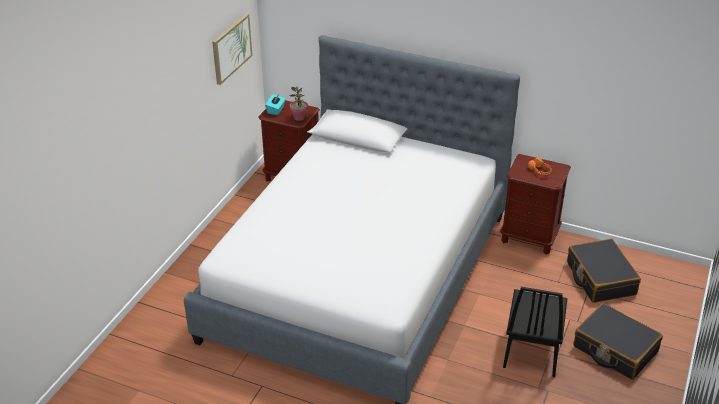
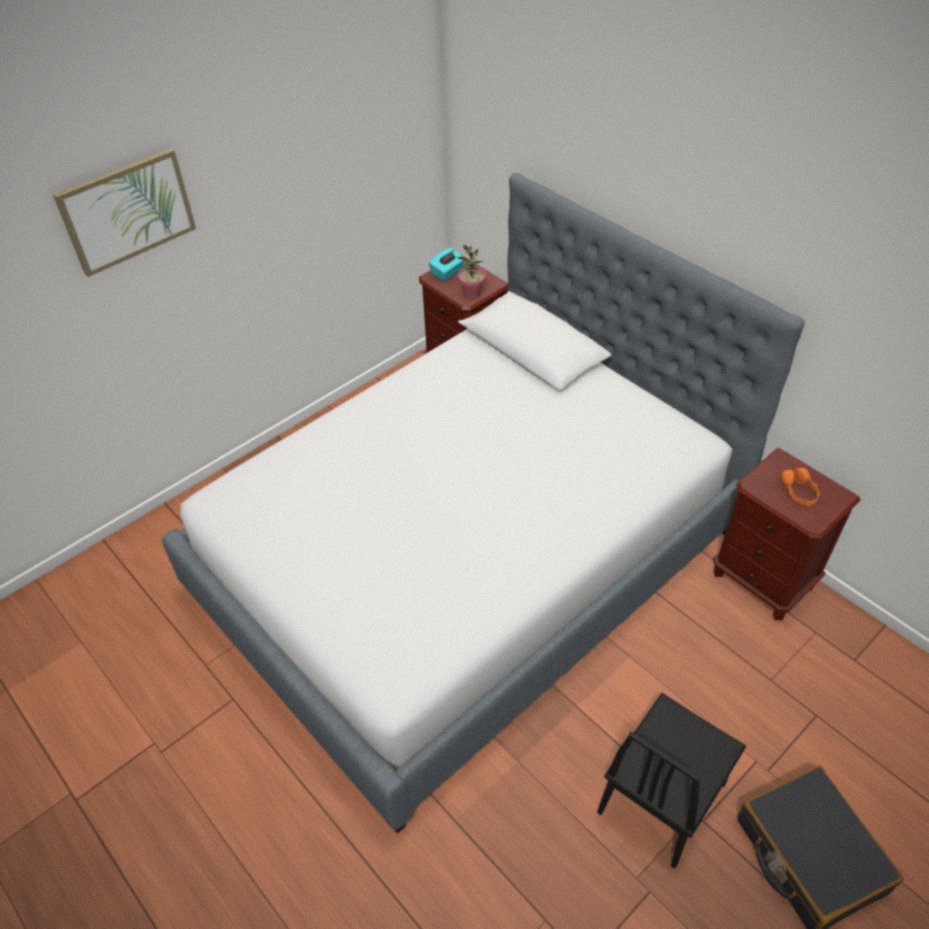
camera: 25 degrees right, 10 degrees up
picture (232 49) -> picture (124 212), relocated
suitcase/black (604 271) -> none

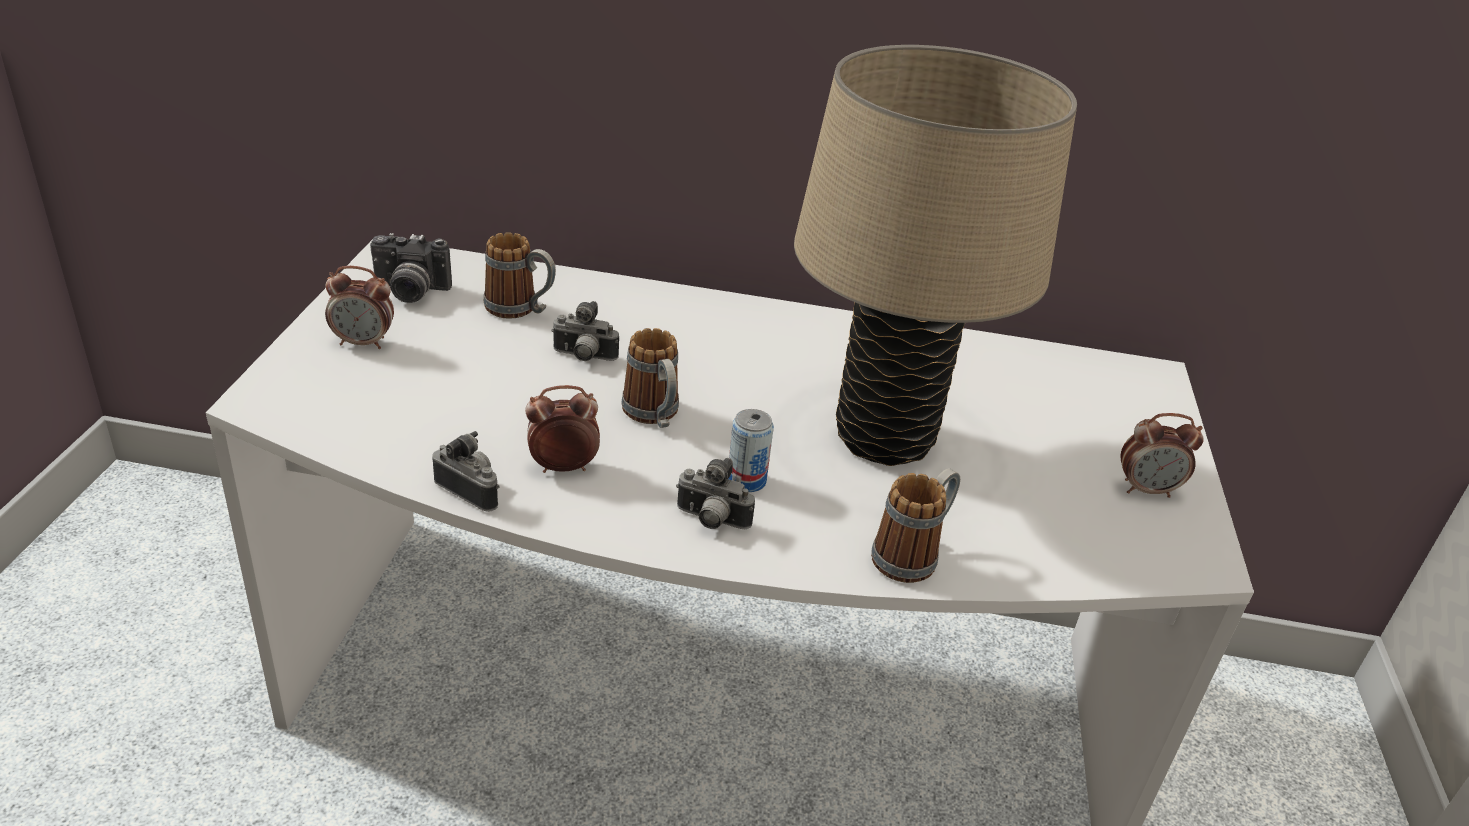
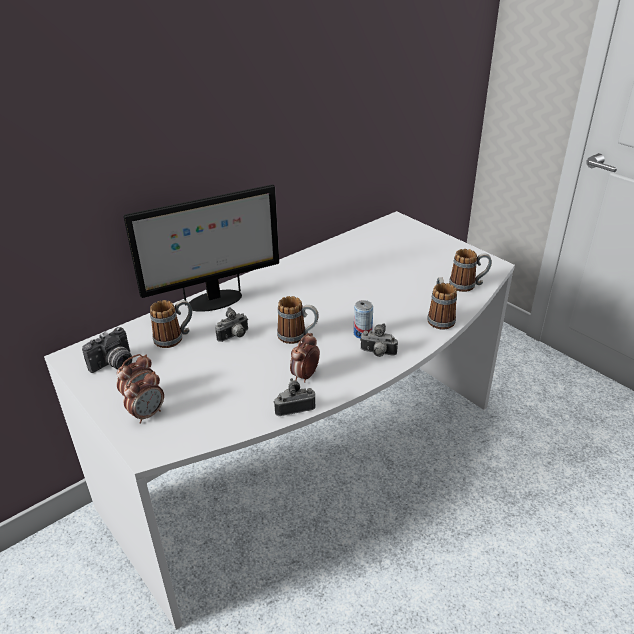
camera: 45 degrees left, 0 degrees up
none -> monitor (201 248)
alarm clock (1162 455) -> alarm clock (144 397), relocated
photo camera (715 493) -> photo camera (379 340), 45 degrees clockwise
none -> mug (470 270)
table lamp/beige (935 255) -> none

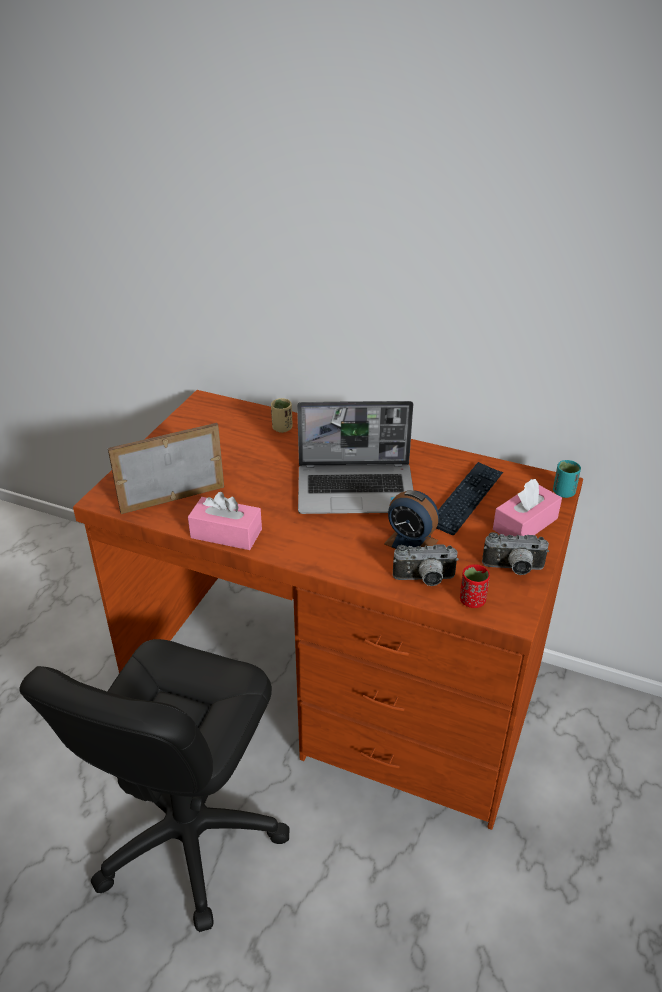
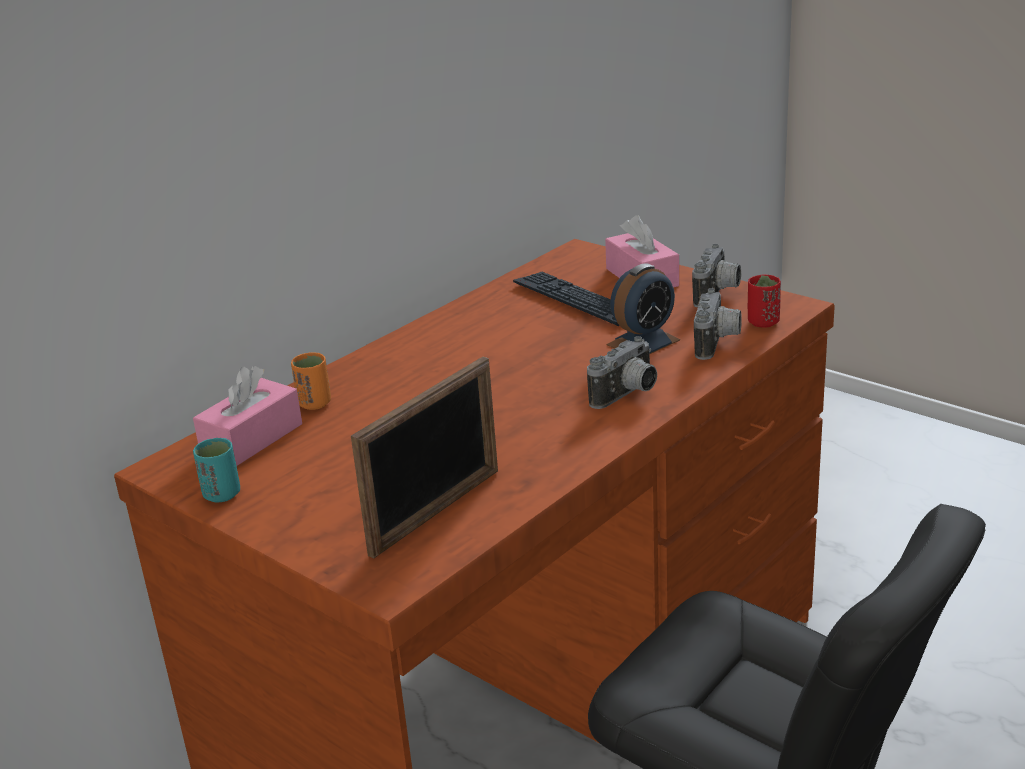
camera: 70 degrees left, 10 degrees down
tissue box/pink (225 521) -> tissue box/pink (247 416), relocated
cup/turquoise (567 479) -> cup/turquoise (216 470), relocated
cup/beige (281 415) -> cup/orange (311 381)
picture frame (166 468) -> picture frame (424 458), 135 degrees counterclockwise
none -> photo camera (622 372)
laptop (355 457) -> none

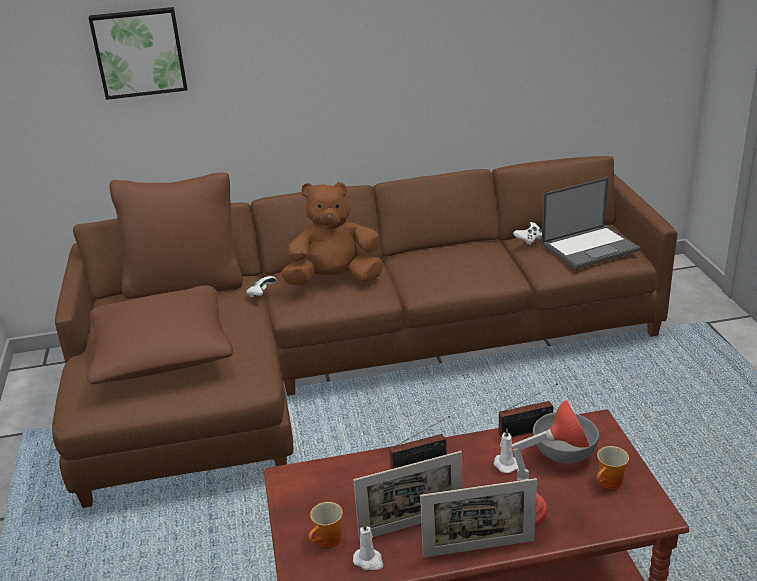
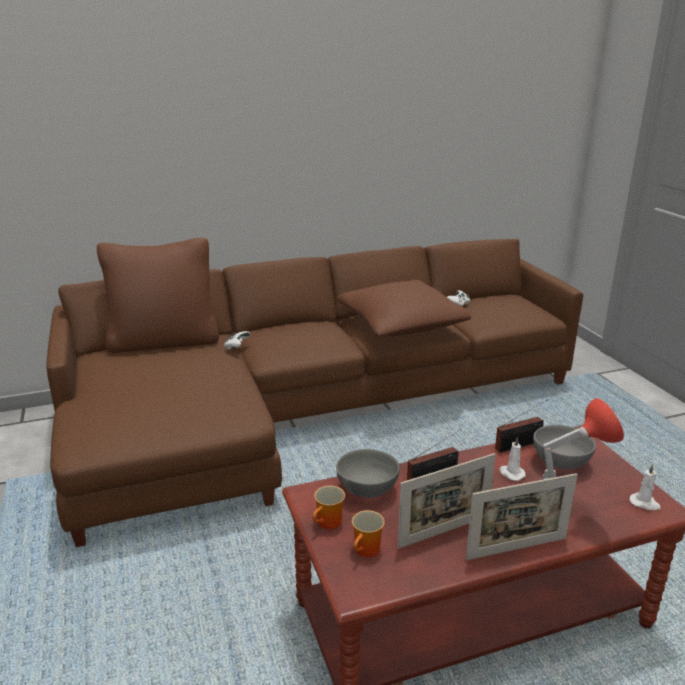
camera: 10 degrees left, 5 degrees down
mug (613 467) -> mug (328 507), relocated
none -> bowl/grey (368 473)
pillow/brown (160 334) -> pillow/brown (404 308), relocated
candle/white (368 545) -> candle/white (645 487), relocated
picture (138 53) -> none
plush toy/brown (332 233) -> none
laptop (591 223) -> none

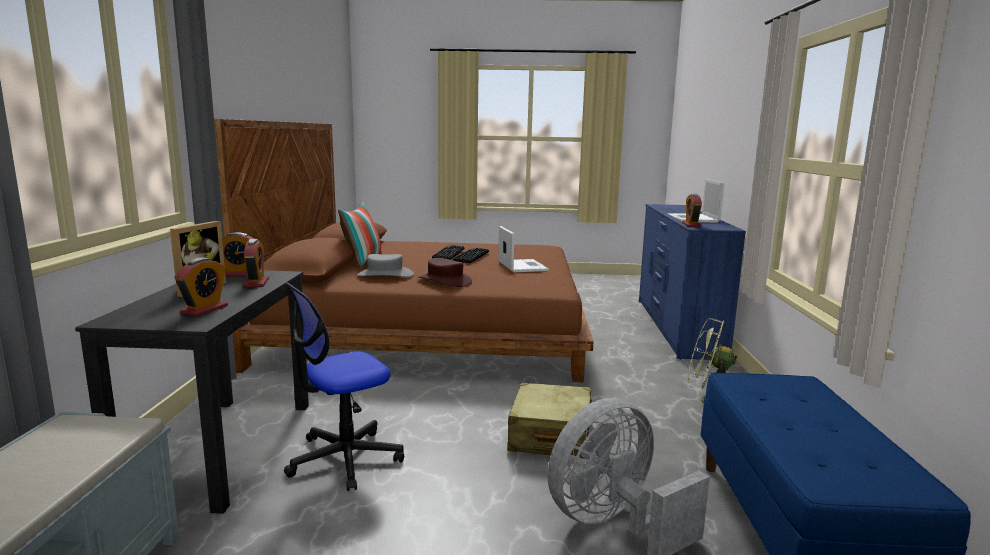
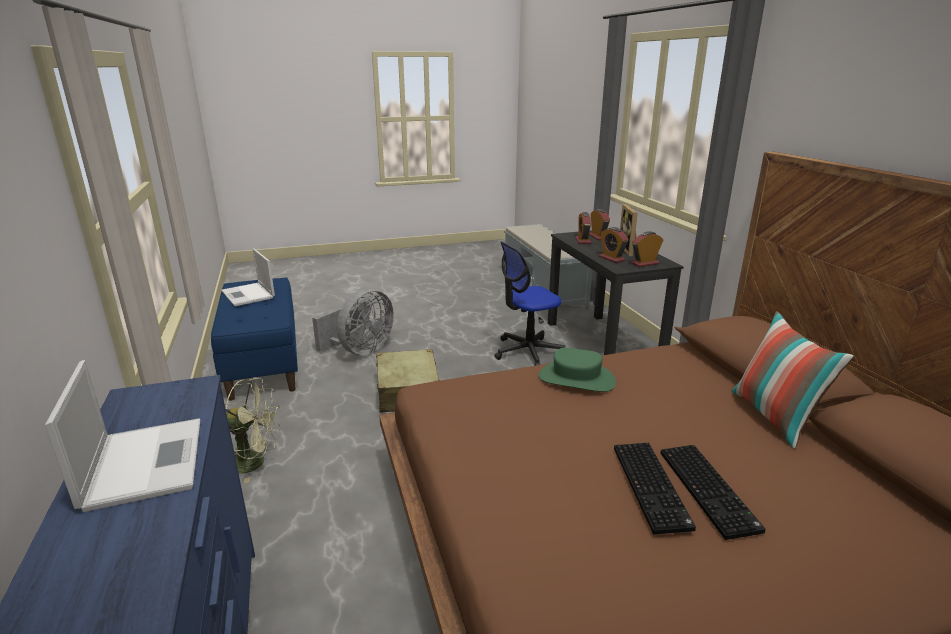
camera: 160 degrees right, 10 degrees up
laptop (523 249) -> laptop (248 277), relocated
office chair (344 386) -> office chair (529 304), 150 degrees counterclockwise
hat/brown (445 272) -> hat/green (577 370)
alarm clock (692 210) -> alarm clock (599 224), relocated
hat/grey (385 265) -> none

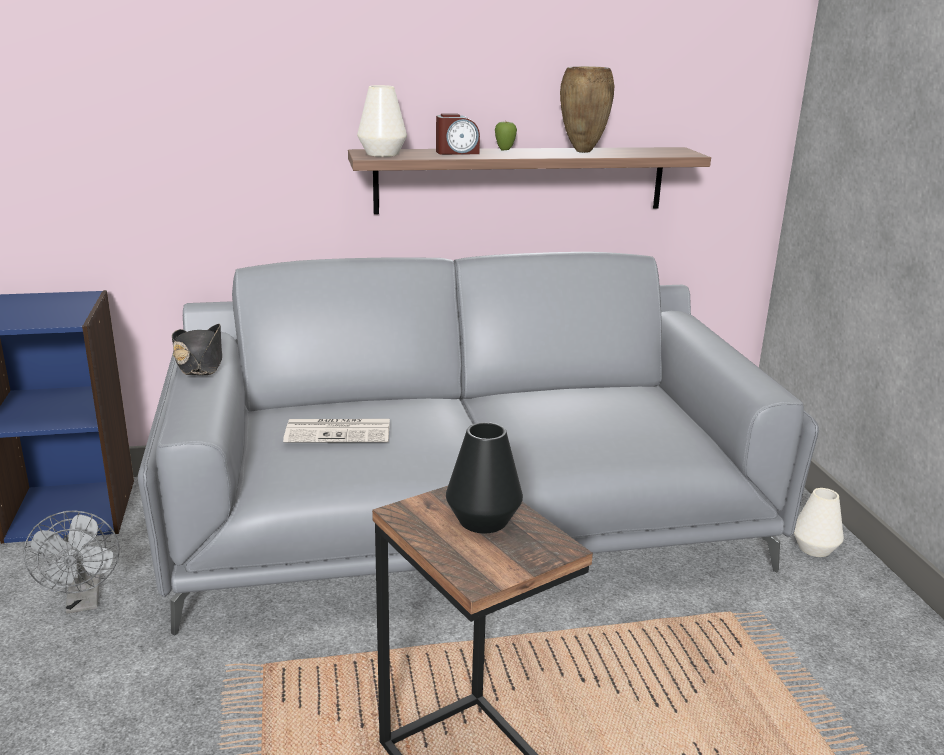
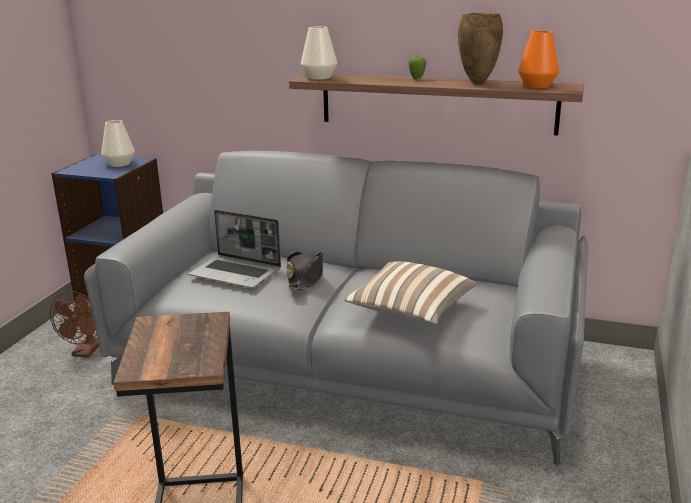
camera: 30 degrees right, 0 degrees up
fan/grey (72 562) -> fan/brown (74 324)
vase/white (819 522) -> vase/white (118 143), relocated
newspaper (336 431) -> laptop (235 249)
hat/black (197 349) -> hat/black (304 271), relocated
none -> pillow (410 293)
none -> vase/orange (538 59)
alarm clock (458 134) -> none
vase/black (484 477) -> none

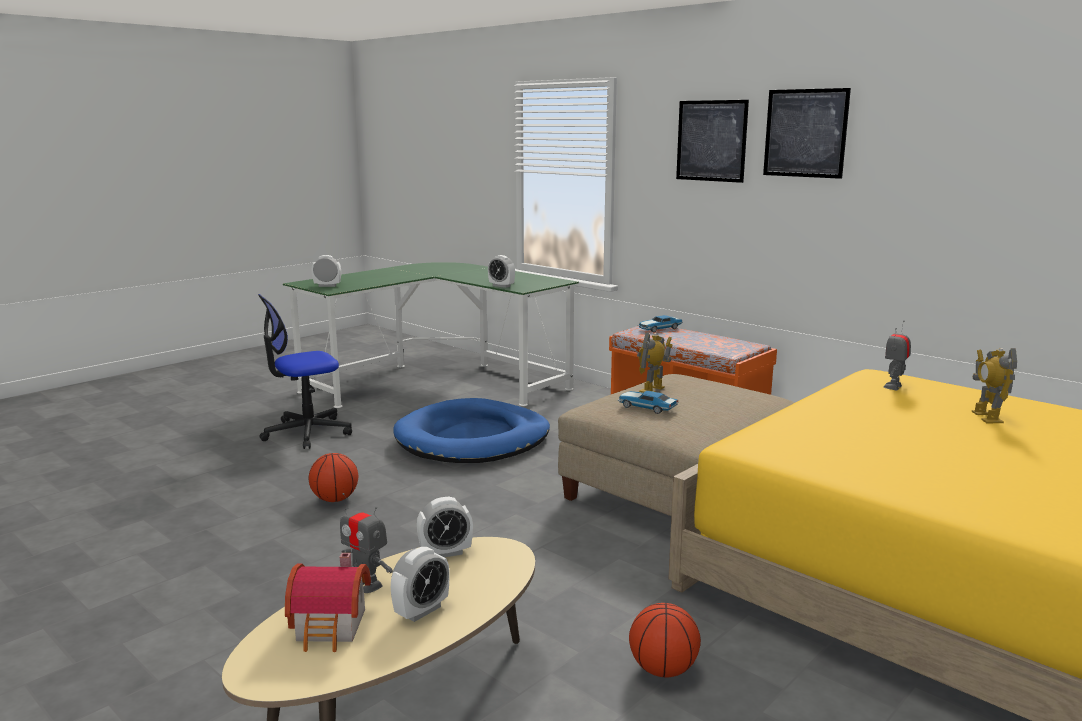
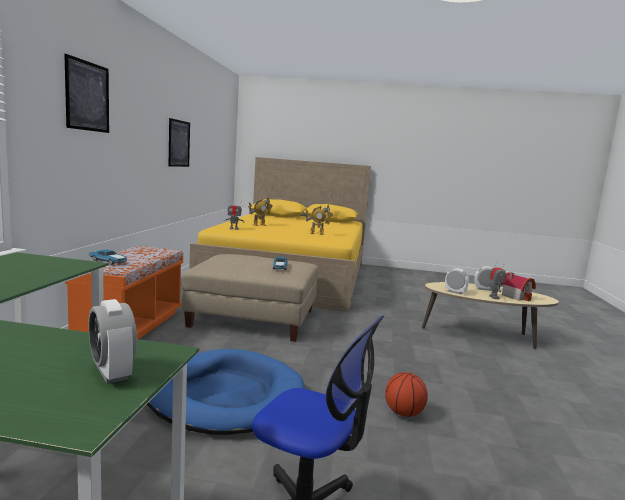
camera: 125 degrees left, 5 degrees down
picture (807 133) -> picture (179 142), relocated
toy robot (654 362) -> toy robot (319 220), relocated
alarm clock (501 271) -> none
basketball (665 640) -> none

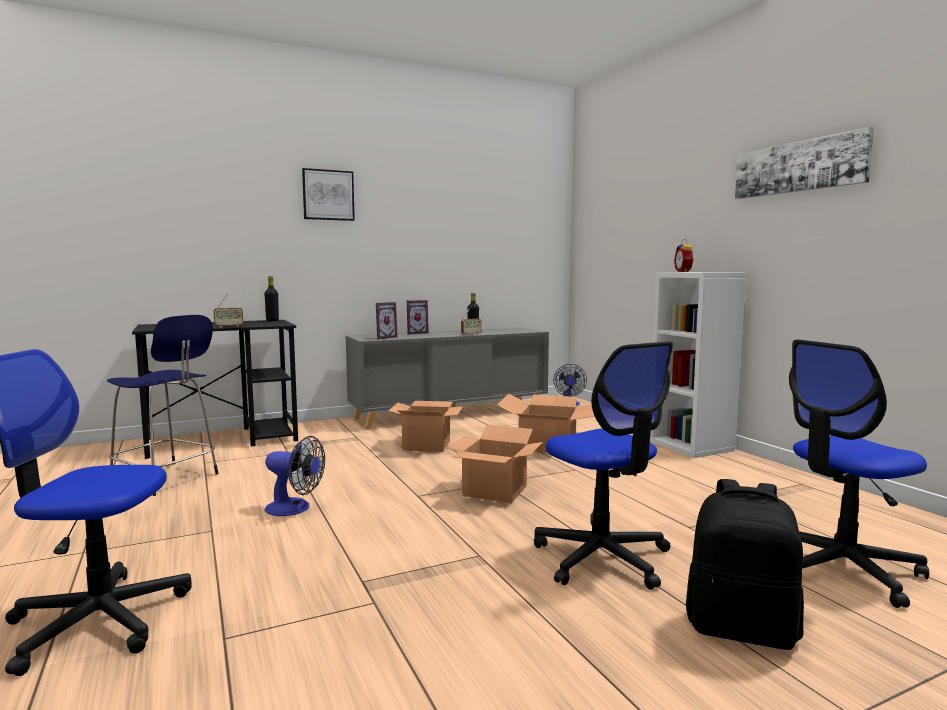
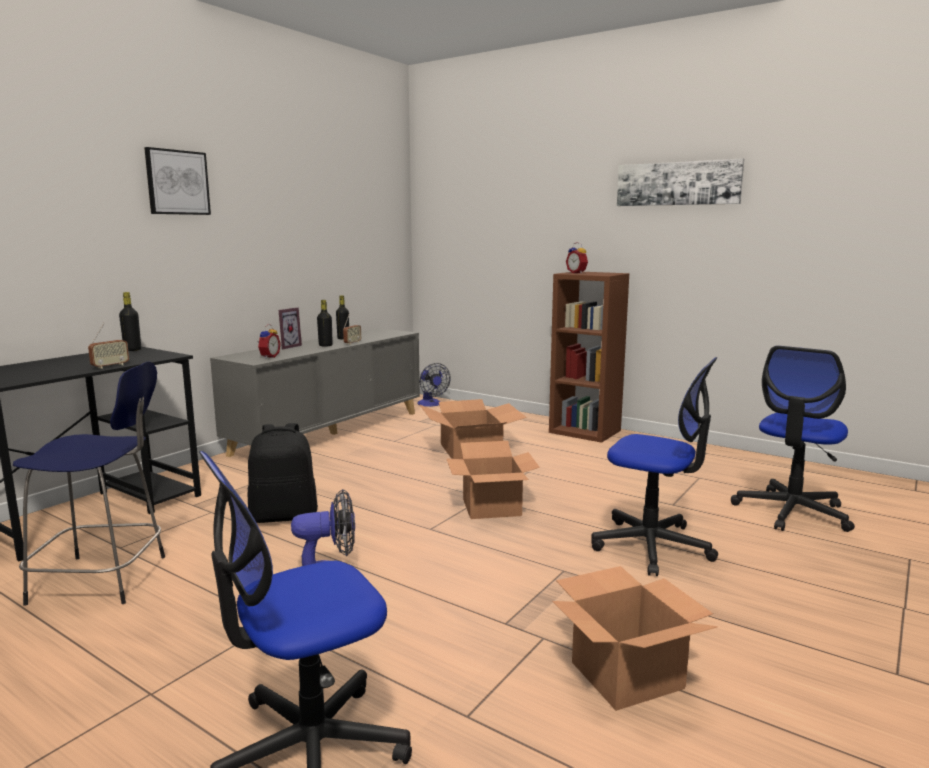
camera: 30 degrees left, 5 degrees up
backpack/black (745 564) -> backpack/black (282 473), relocated
picture frame (387 320) -> alarm clock (269 341)
none -> bottle/black (325 323)
bookcase/white (698 365) -> bookcase/brown (589 357)
cardboard box (425 426) -> cardboard box (635 638), relocated

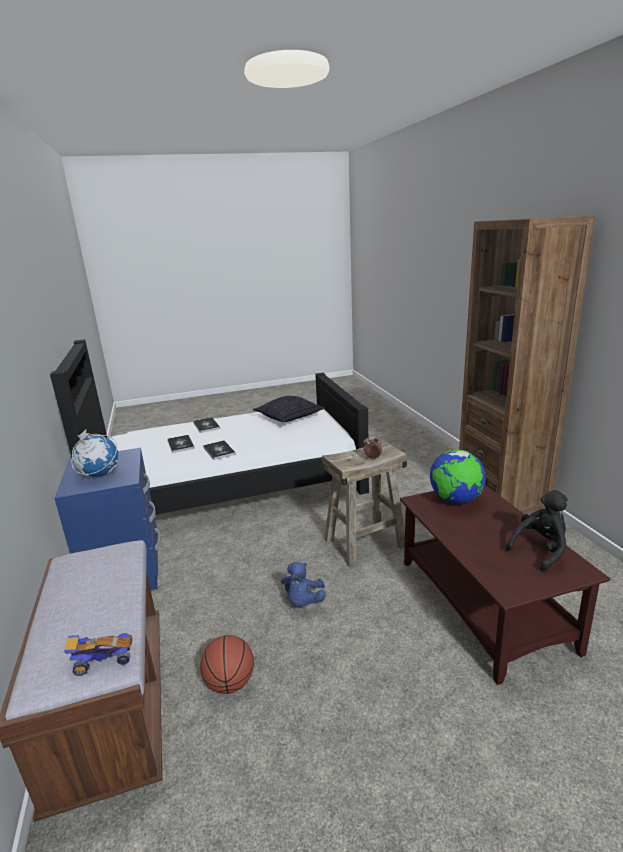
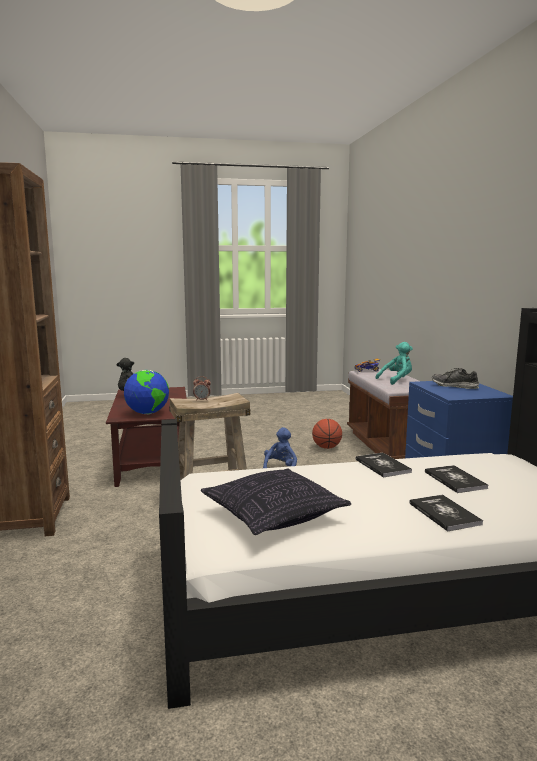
camera: 175 degrees left, 10 degrees down
none -> plush toy/turquoise (394 363)
globe (94 453) -> shoe (455 378)

